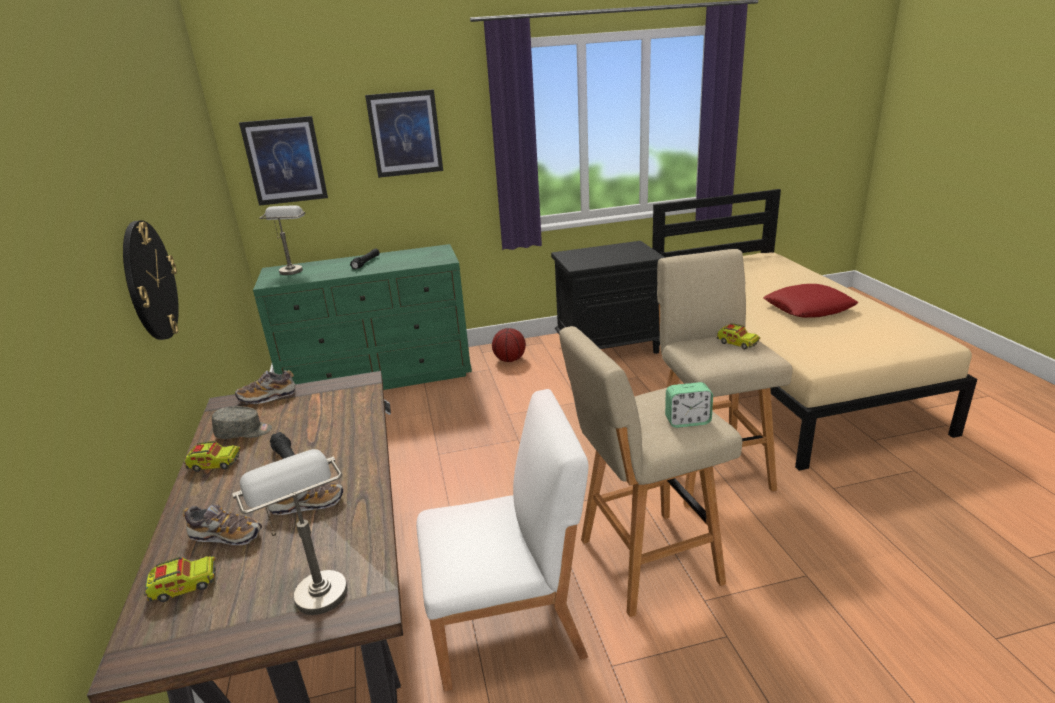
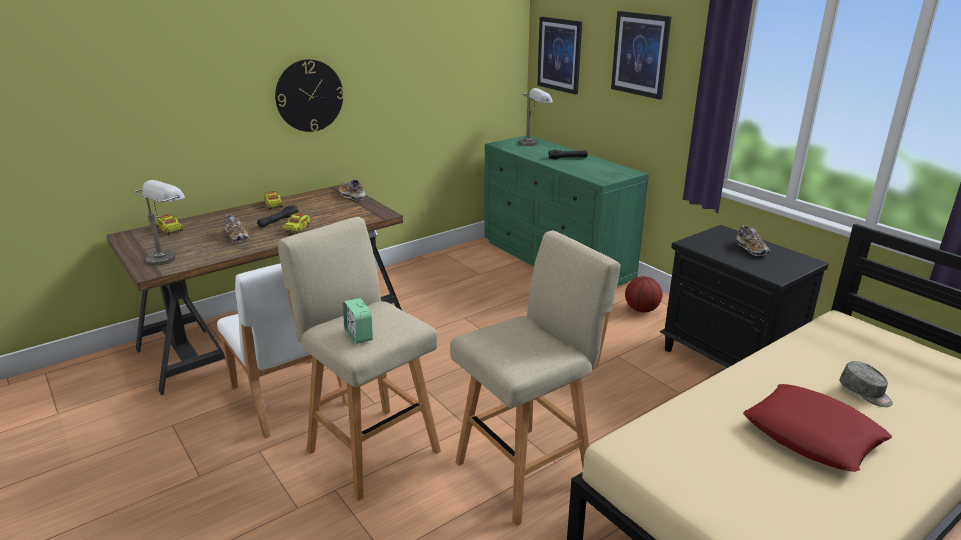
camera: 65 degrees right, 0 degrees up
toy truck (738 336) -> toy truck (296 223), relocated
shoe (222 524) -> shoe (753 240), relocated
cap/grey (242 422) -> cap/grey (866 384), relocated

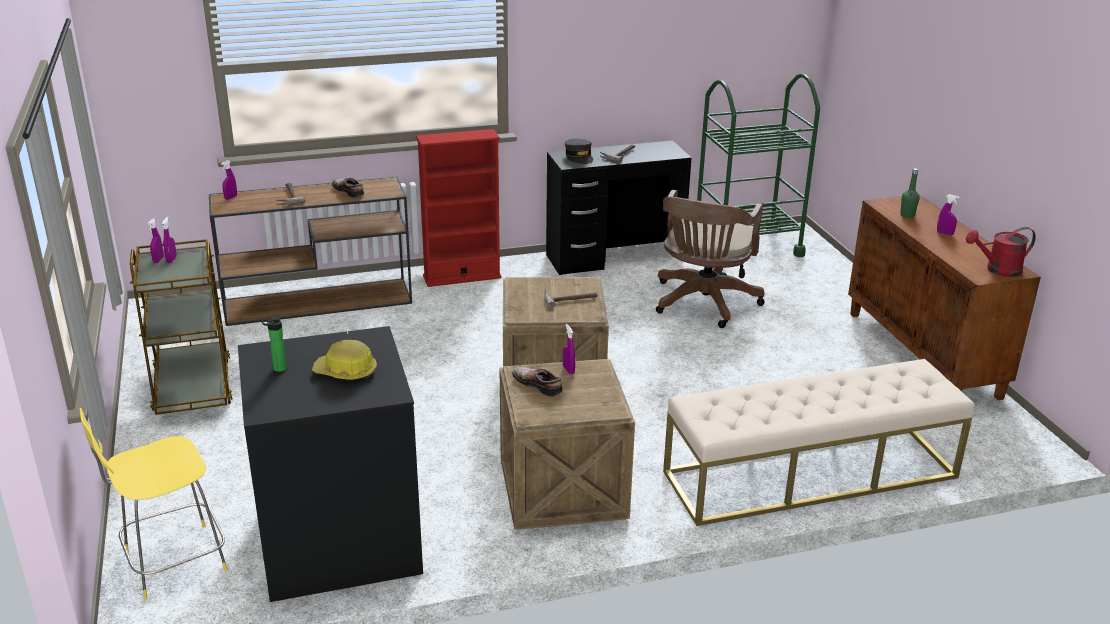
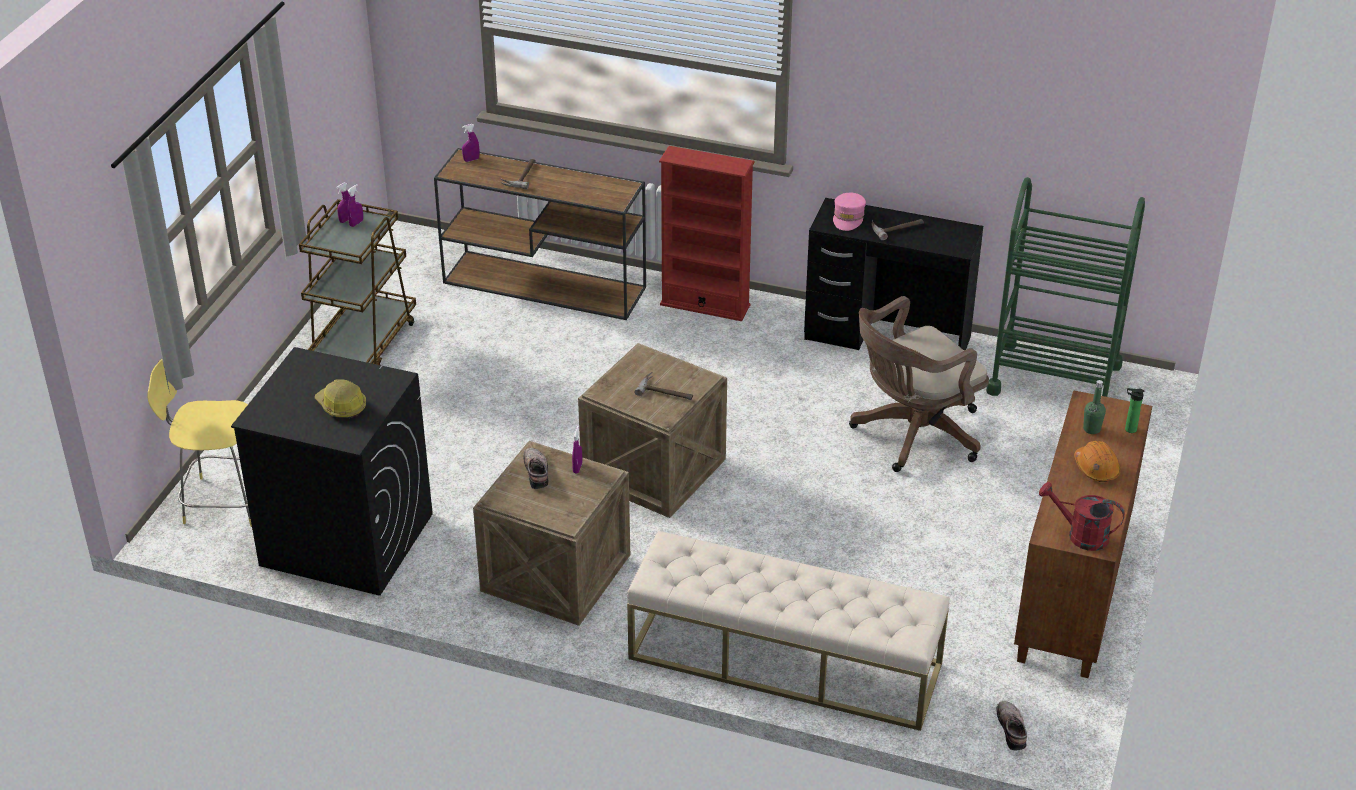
camera: 35 degrees right, 10 degrees up
cap/grey (579 151) -> cap/pink (849 212)
shoe (348 188) -> shoe (1011 725), relocated
spray bottle/purple (948 214) -> hard hat/orange (1097 461)
bottle (274 344) -> bottle (1134 410), relocated

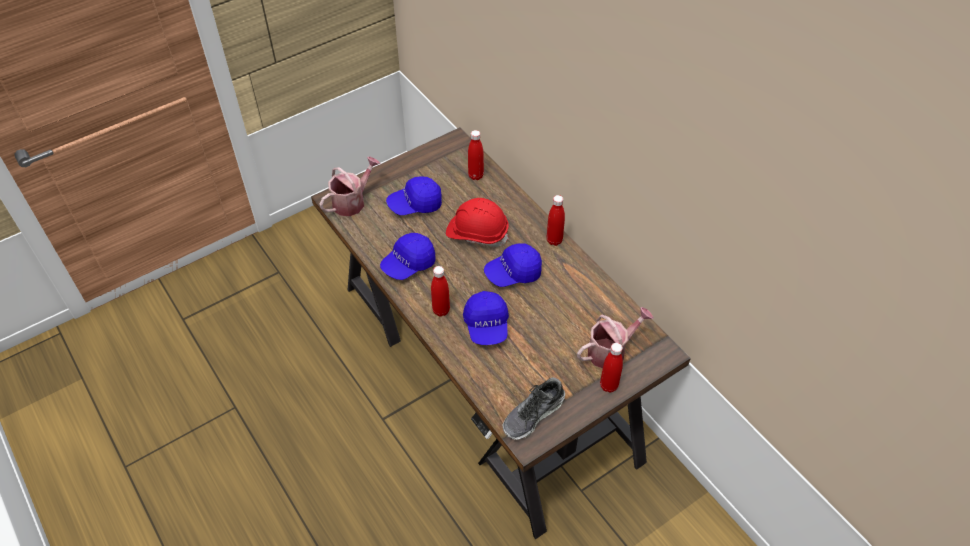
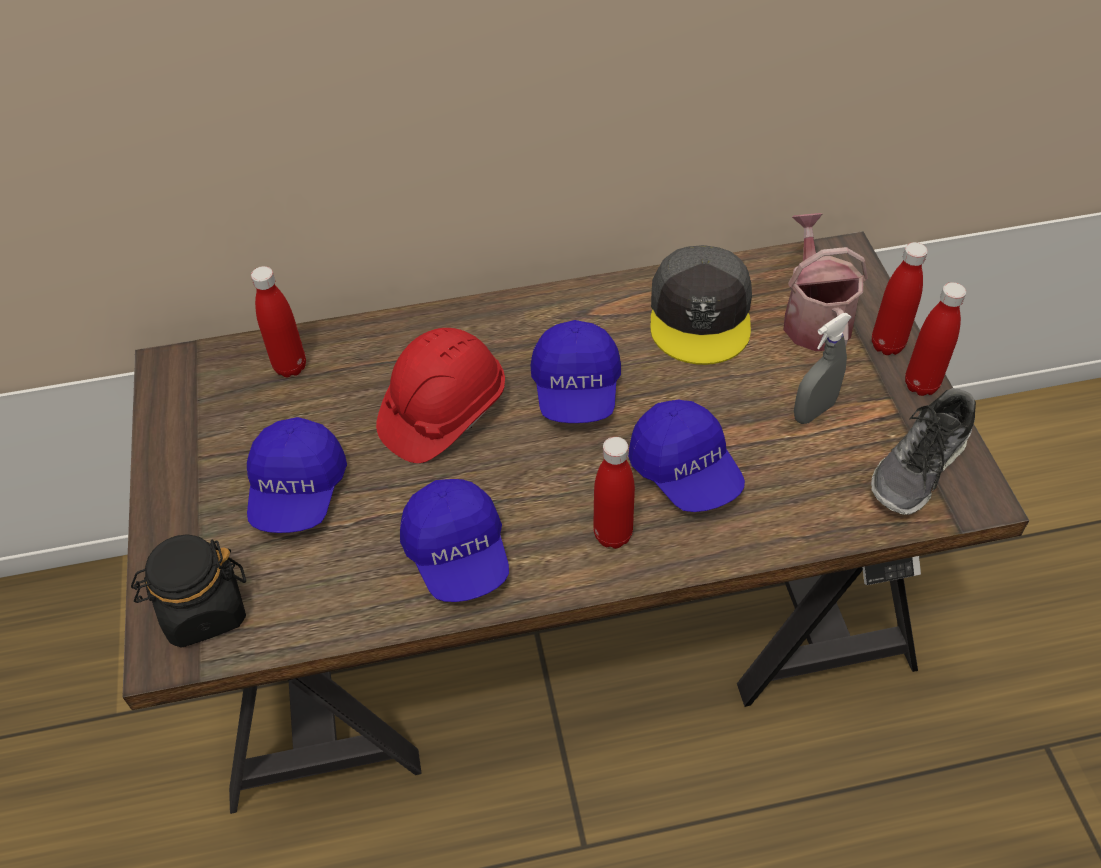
camera: 65 degrees left, 0 degrees up
watering can (350 187) -> jar/black (188 590)
cap/blue (486 318) -> cap/blue (686 456), 45 degrees clockwise
none -> cap/grey (701 305)
none -> spray bottle/grey (822 368)
shoe (534 408) -> shoe (923 451), 60 degrees clockwise
bottle/red (556 220) -> bottle/red (935 339), relocated

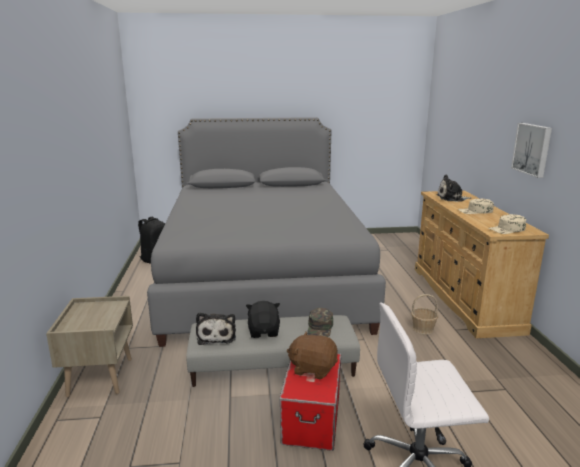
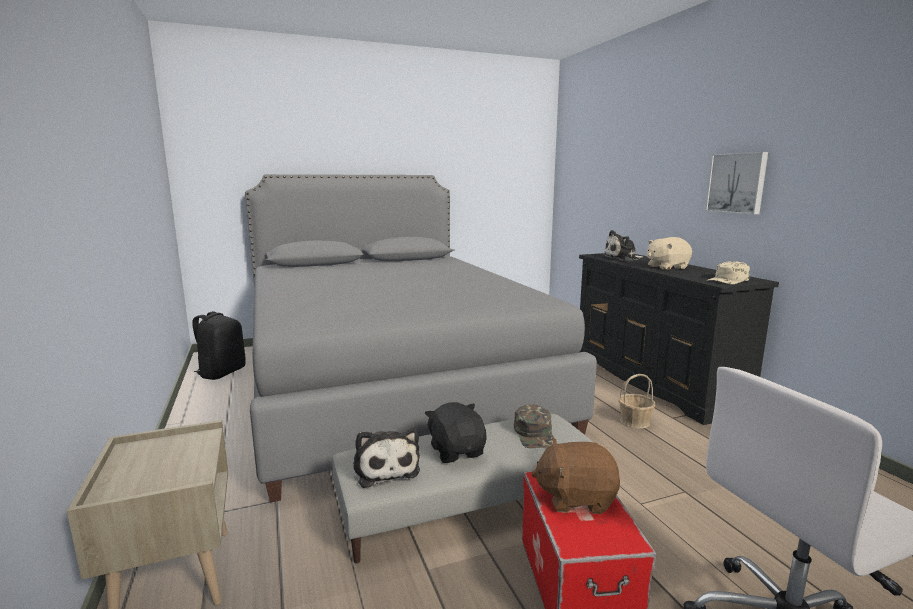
camera: 15 degrees left, 5 degrees down
dresser/beige (482 264) -> dresser/black (679 339)
cap/beige (476 206) -> plush toy/beige (669 253)

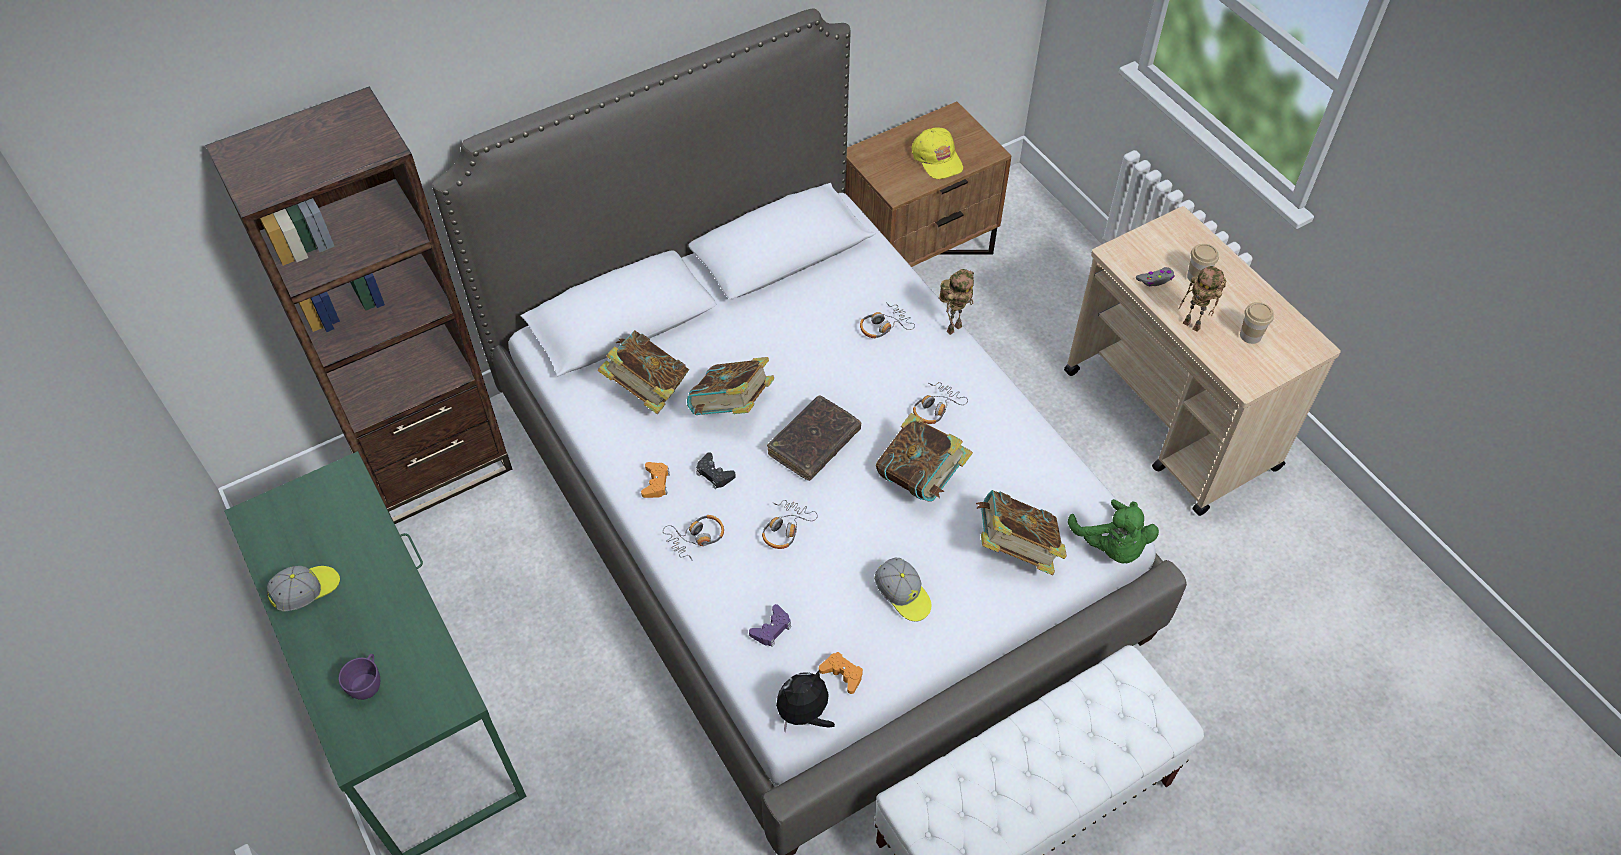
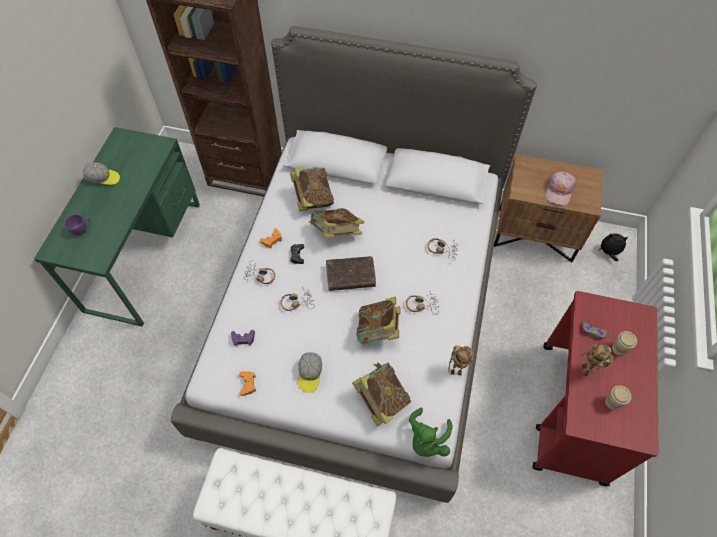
camera: 45 degrees right, 5 degrees up
toy robot (956 302) -> toy robot (462 360), relocated
cart/beige (1202 361) -> cart/red (595 388)
cap/yellow (937 153) -> cap/pink (561 188)
plush toy (805 701) -> plush toy (613 247), relocated

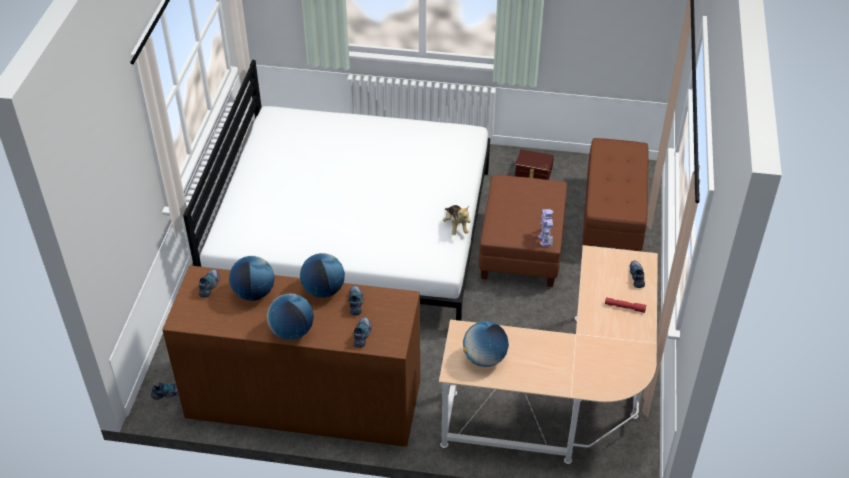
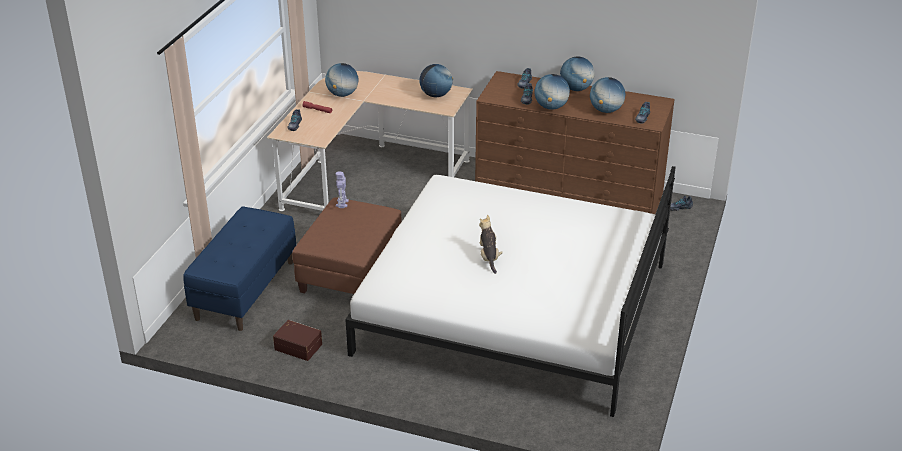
camera: 170 degrees left, 10 degrees down
bench/brown (615 194) -> bench/blue (239 269)
none -> globe (342 80)
plush toy (457 220) -> plush toy (491 244), relocated

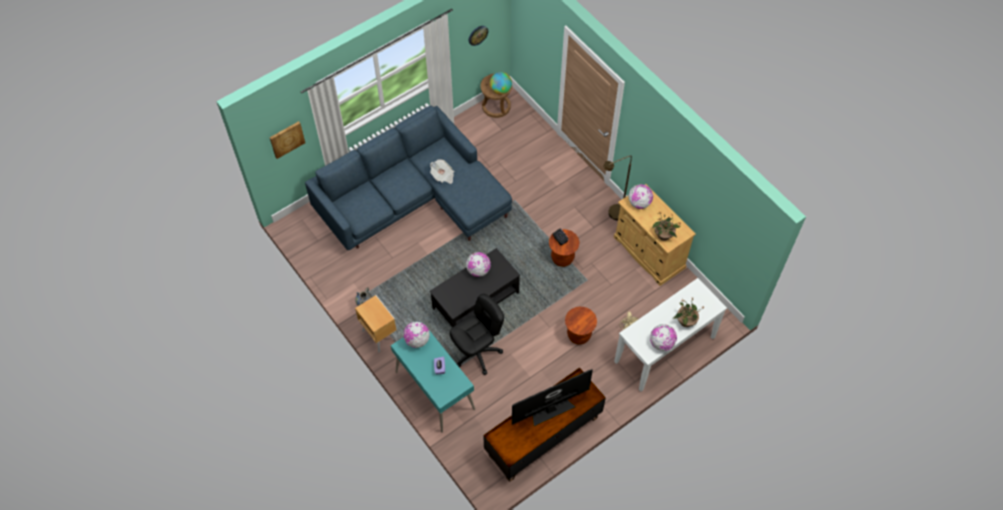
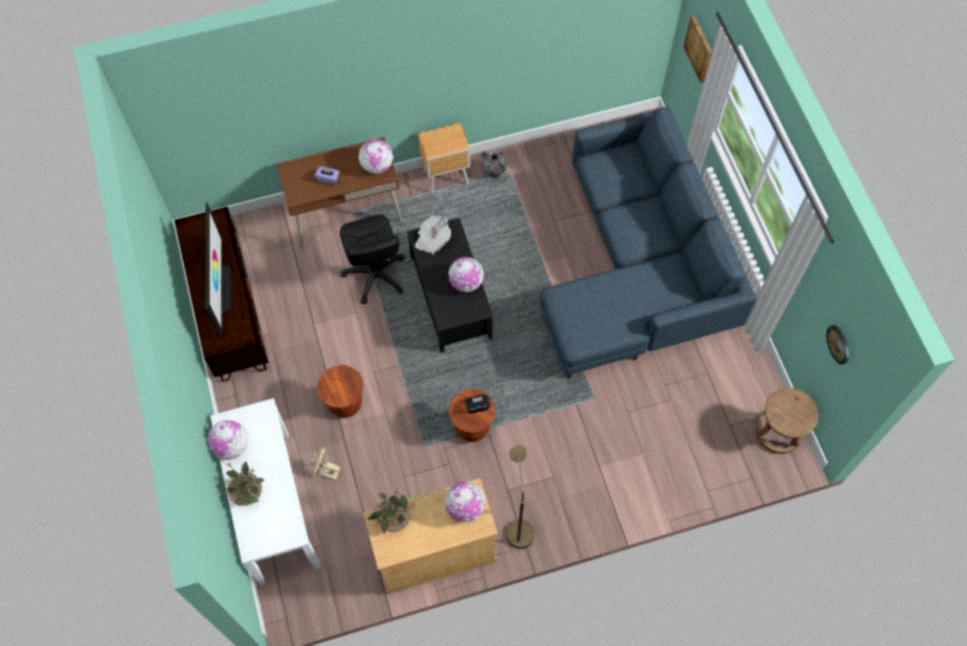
camera: 110 degrees right, 5 degrees up
desk/turquoise (433 381) -> desk/brown (339 193)
newspaper (442 171) -> newspaper (433 235), relocated
globe (501 83) -> none

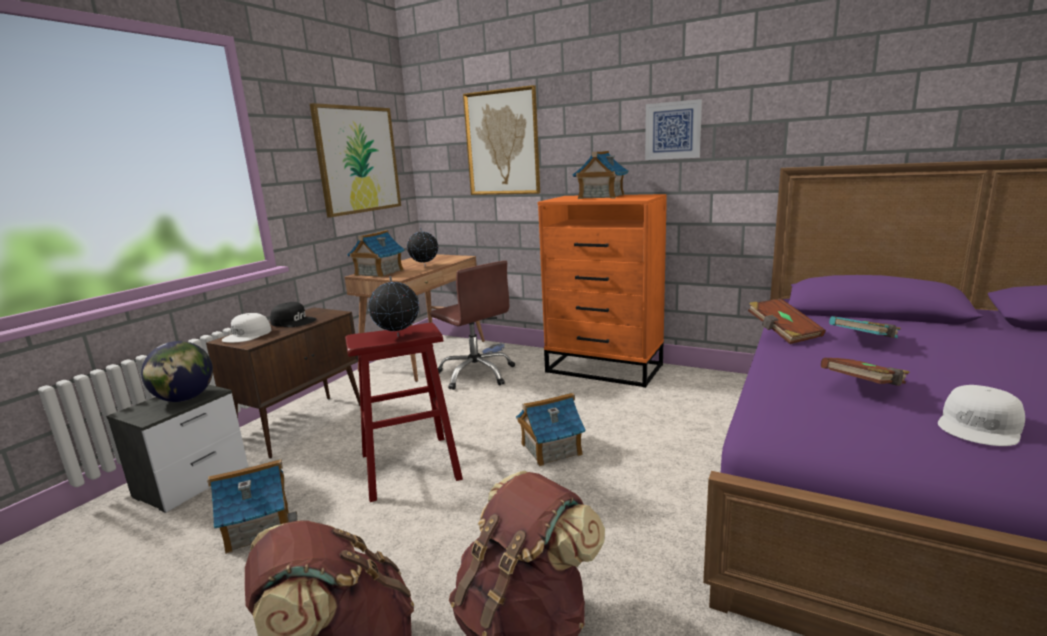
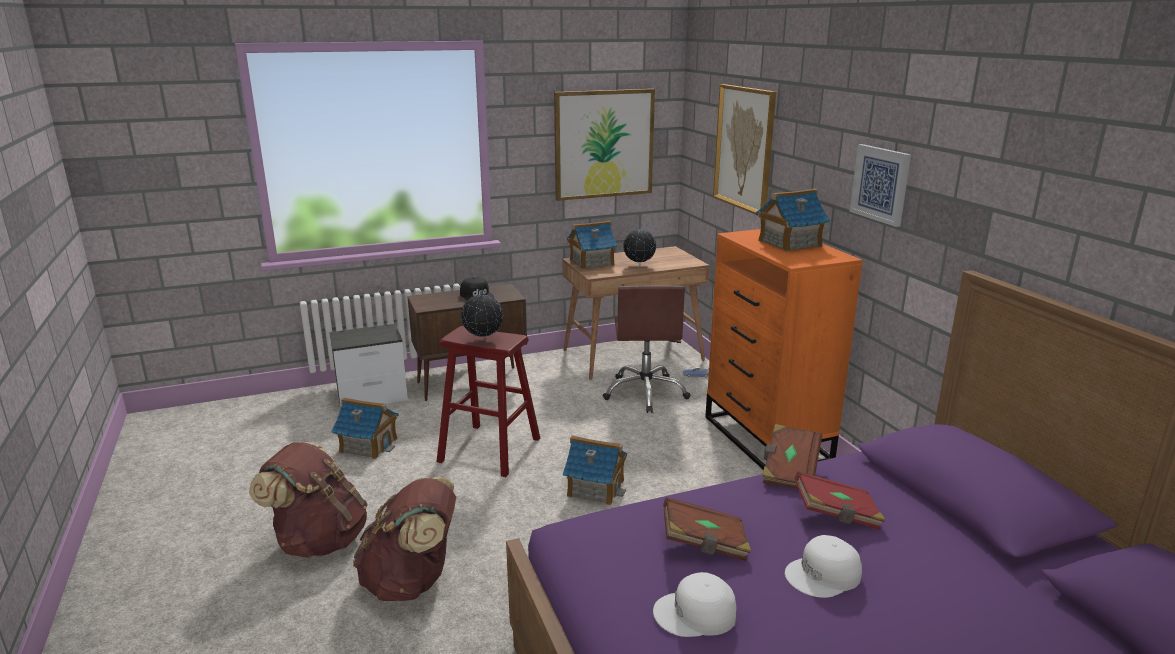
camera: 40 degrees right, 5 degrees up
cap/white (246 328) -> cap/white (823 566), relocated
book/turquoise (865 327) -> book/red (840 500)
globe (177 371) -> none

